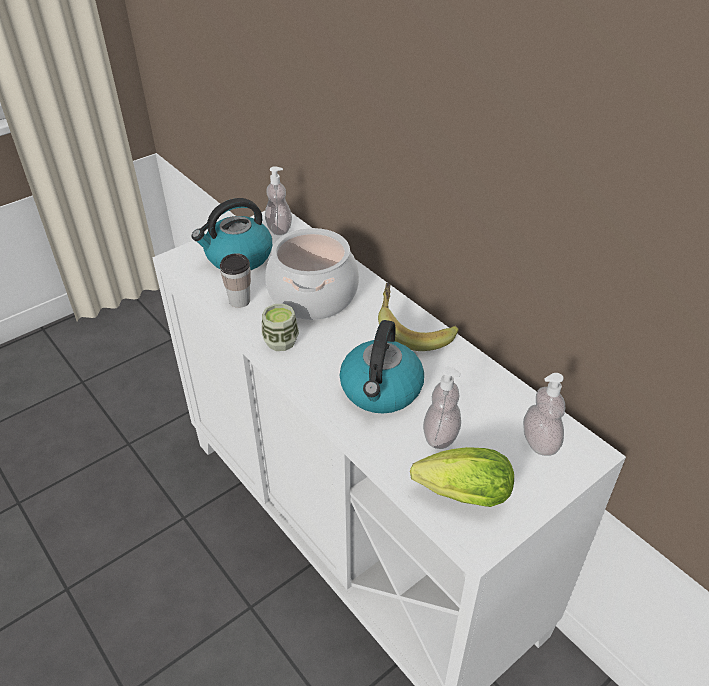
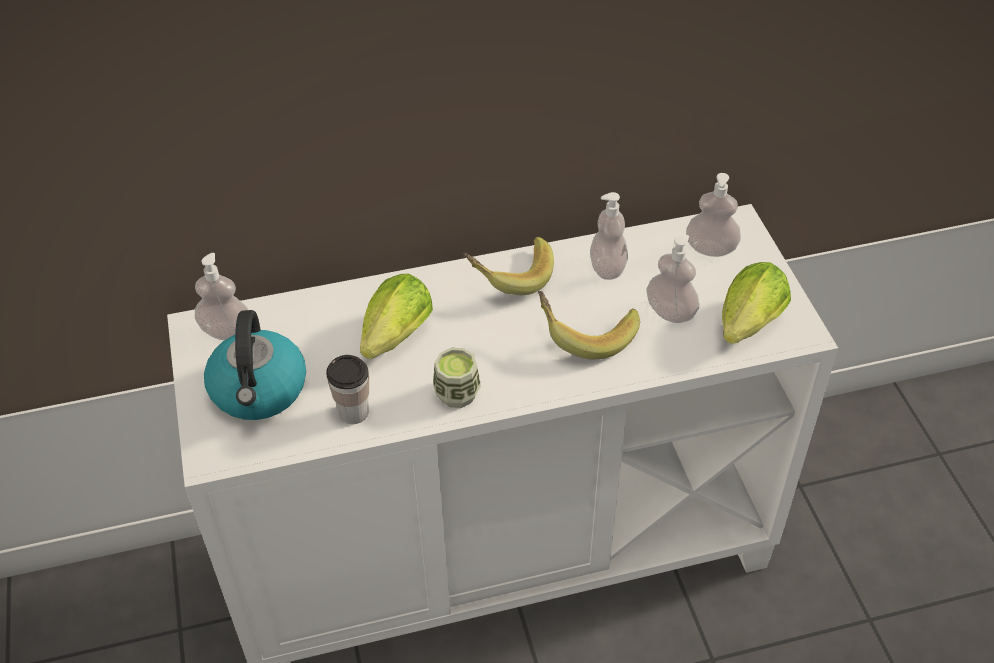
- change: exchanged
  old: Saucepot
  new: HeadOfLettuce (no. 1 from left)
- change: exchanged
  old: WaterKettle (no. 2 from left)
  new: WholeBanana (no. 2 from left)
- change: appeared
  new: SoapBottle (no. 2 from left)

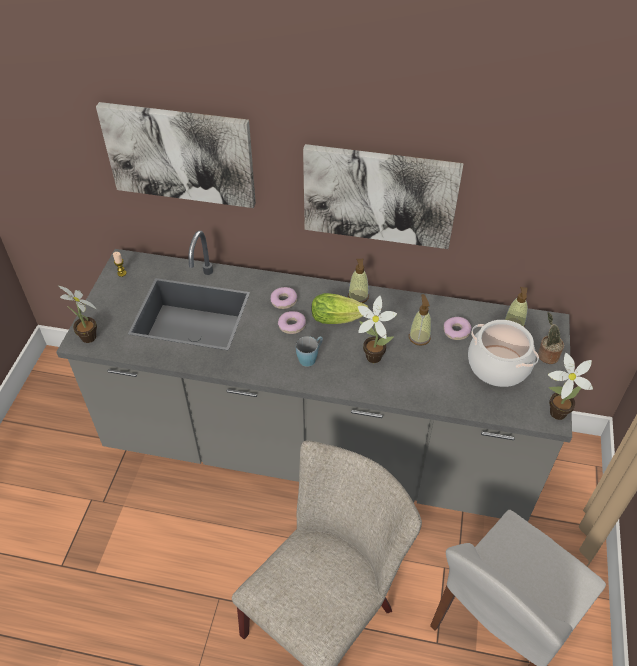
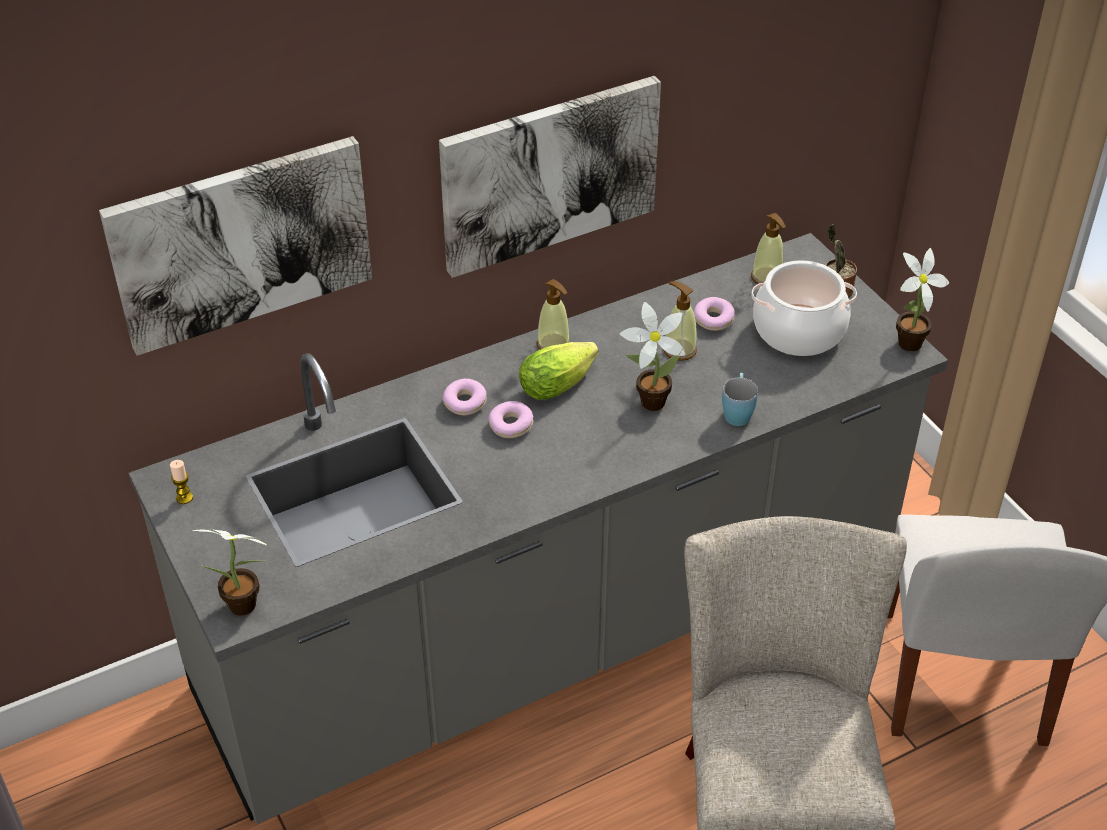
- change: relocated
  old: BlueColouredCoffeeMug

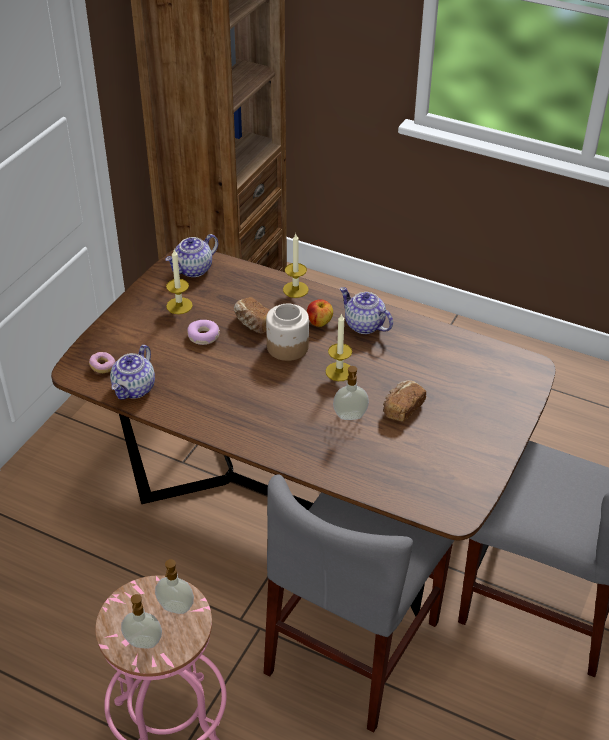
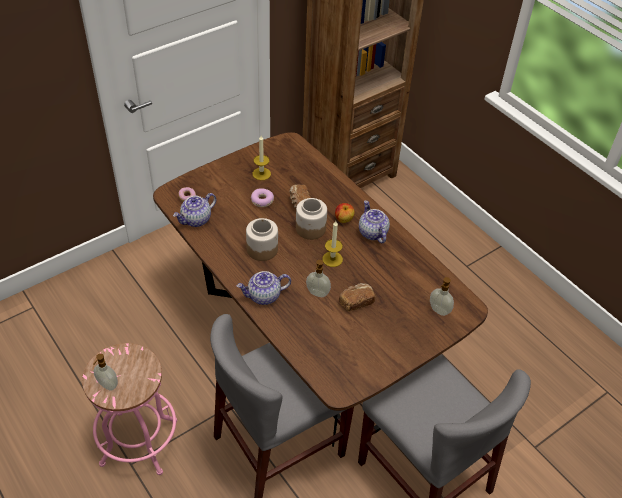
- change: relocated
  old: TeaPot (no. 2 from left)
- change: appeared
  new: PreserveJar (no. 1 from left)
- change: relocated
  old: SoapBottle (no. 2 from left in the first image)
  new: SoapBottle (no. 3 from left)
- change: missing
  old: WaxCandle (no. 2 from left)

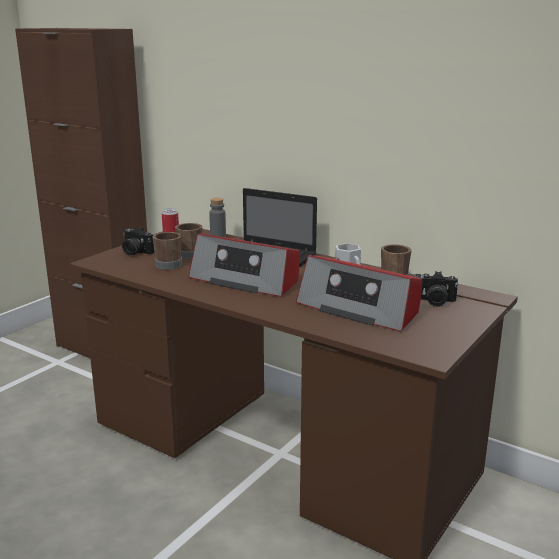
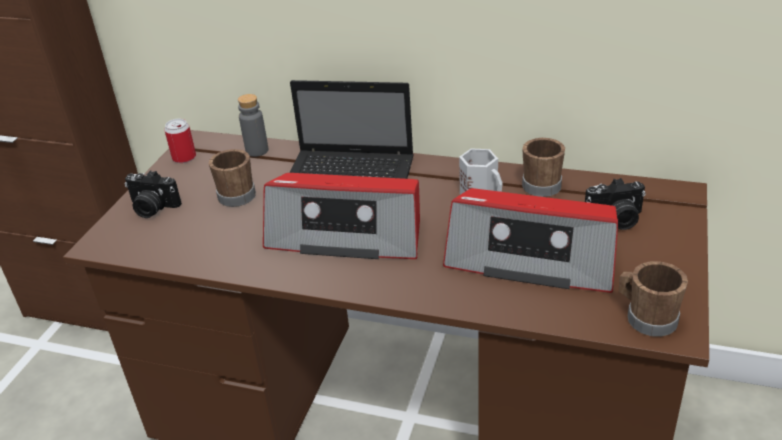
- change: relocated
  old: BrownCoffeeMug (no. 1 from left in the first image)
  new: BrownCoffeeMug (no. 3 from left)

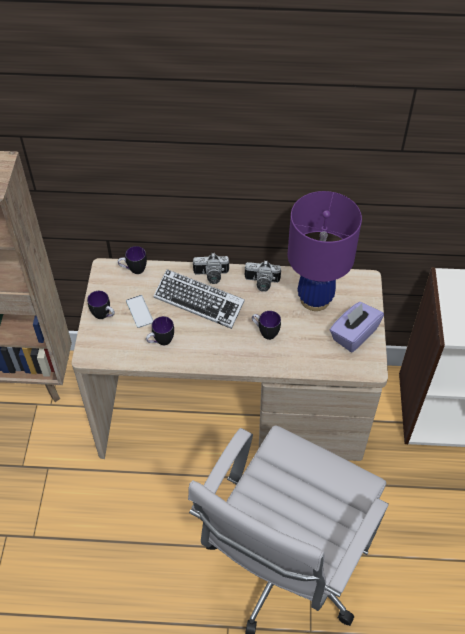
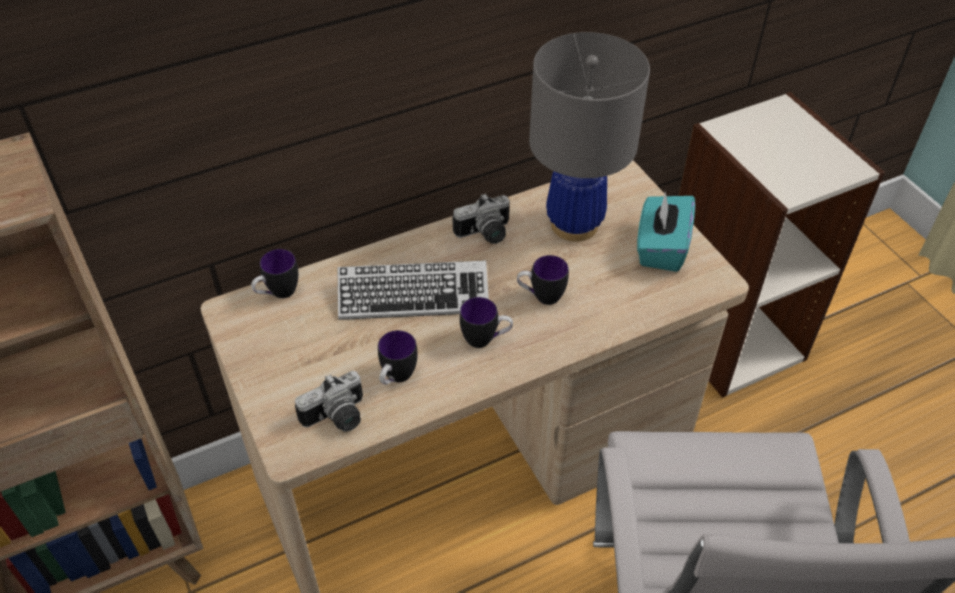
- change: relocated
  old: PhotoCamera (no. 1 from left)
- change: relocated
  old: CoffeeMug (no. 1 from left in the first image)
  new: CoffeeMug (no. 3 from left)
- change: colour
  old: PurplishLampForATable
  new: GreyLampForATable
- change: colour
  old: PurplishTissueBox
  new: BlueGreenTissueBox
- change: missing
  old: Phone

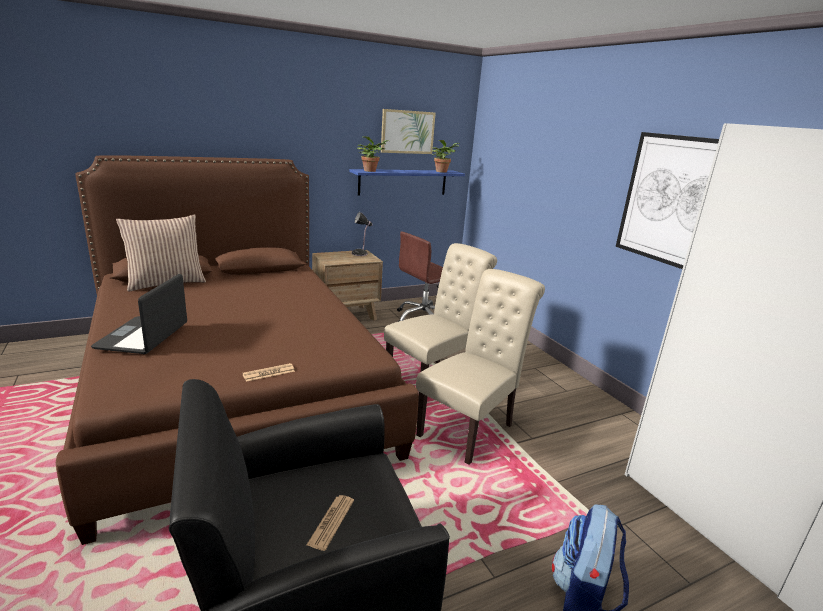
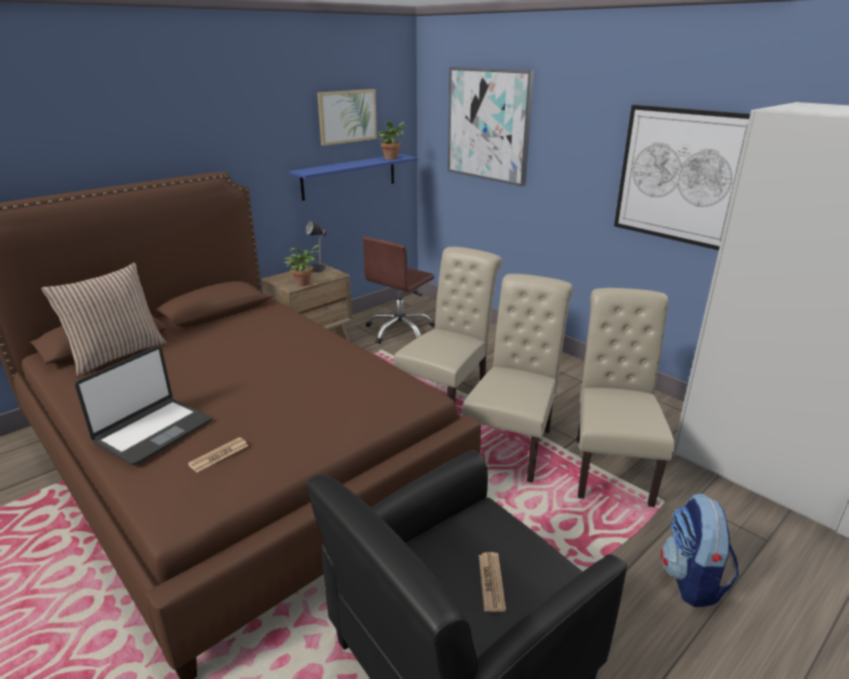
- change: spun
  old: PortableComputer
  degrees: -135
- change: relocated
  old: PrintedPaper (no. 1 from left)
- change: relocated
  old: Houseplant (no. 1 from left)
- change: appeared
  new: WallArt (no. 2 from left)
- change: appeared
  new: SandColouredPlainChair (no. 3 from left)

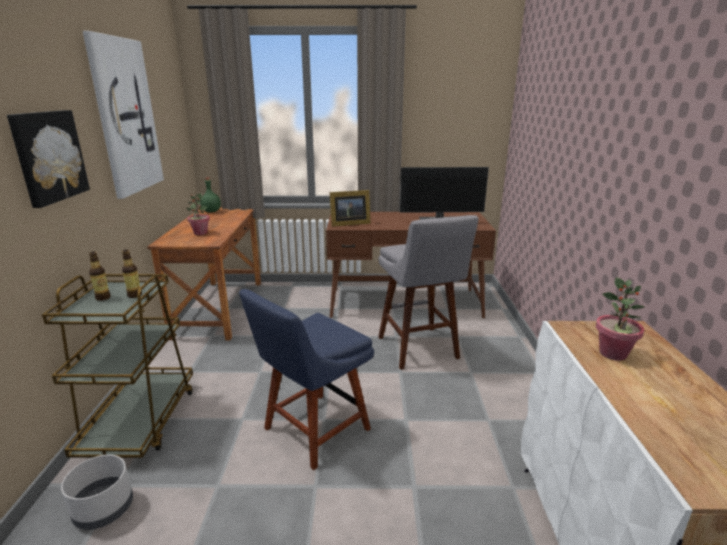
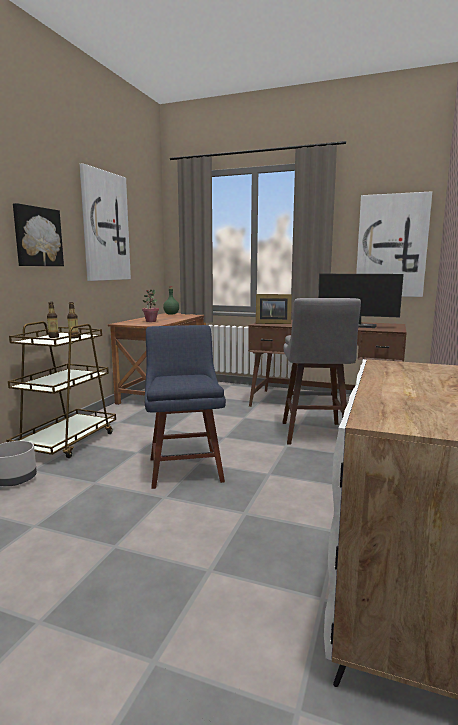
- change: spun
  old: BlueColouredPlainChair
  degrees: 105
- change: appeared
  new: WallArt (no. 3 from left)
- change: missing
  old: Houseplant (no. 2 from left)

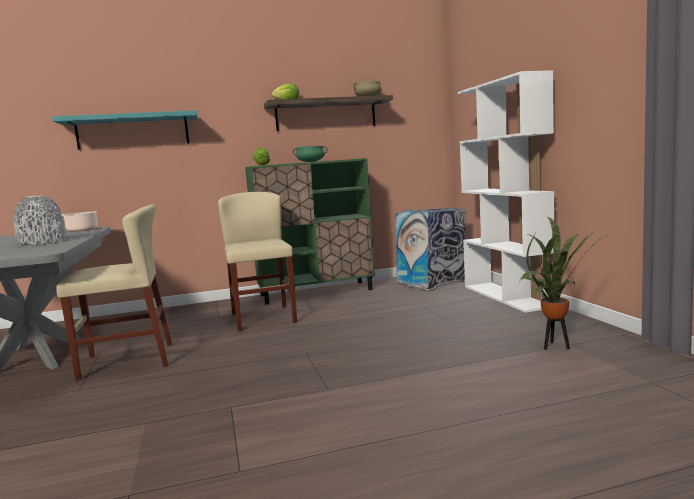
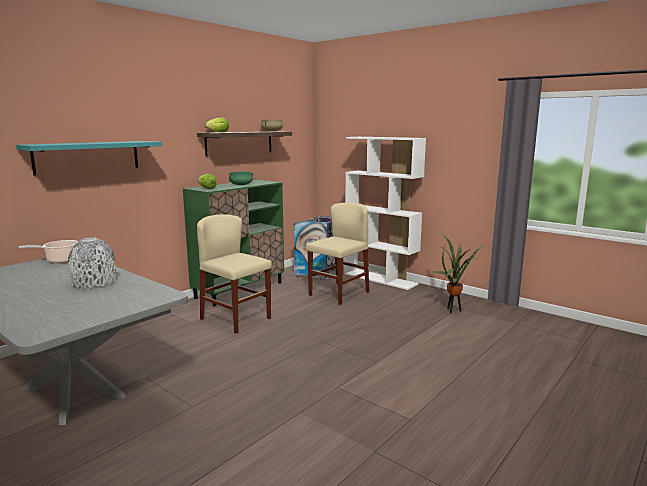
- change: relocated
  old: SandColouredPlainChair (no. 1 from left in the first image)
  new: SandColouredPlainChair (no. 2 from left)

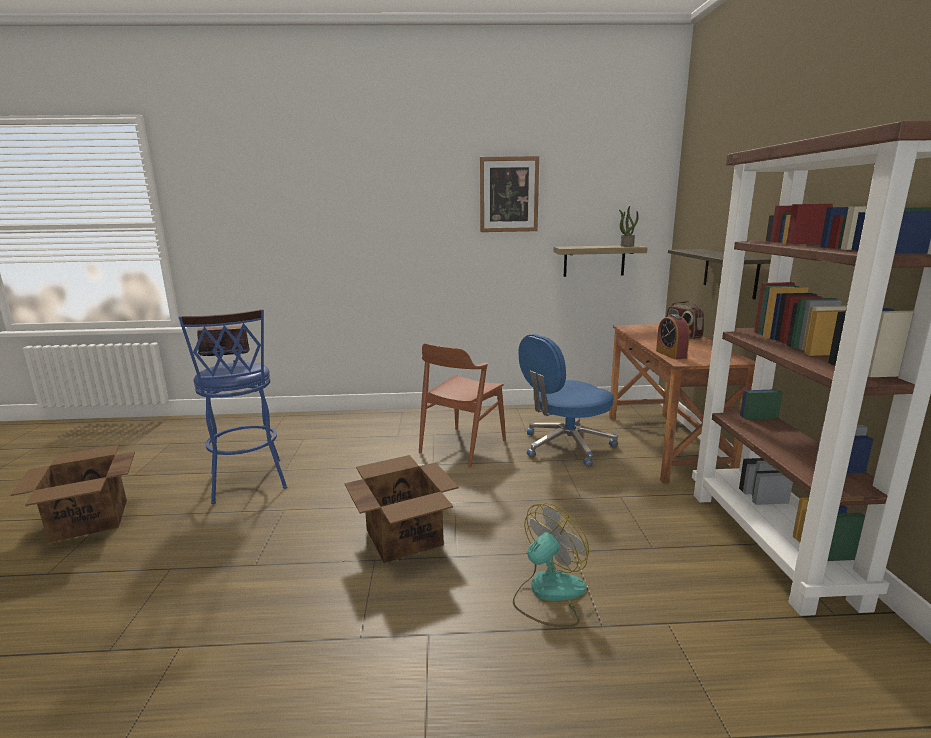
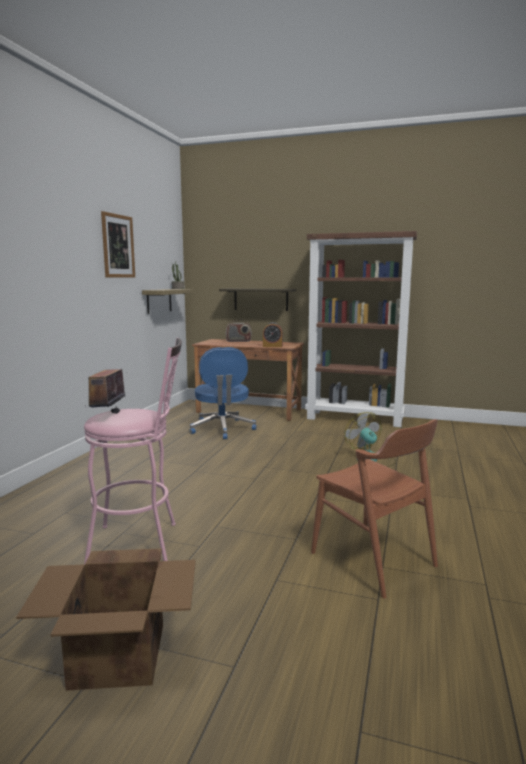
- change: colour
  old: BlueColouredStoolSeat
  new: PinkishStoolSeat
- change: relocated
  old: BrownPlainChair
- change: missing
  old: PackingBox (no. 2 from left)

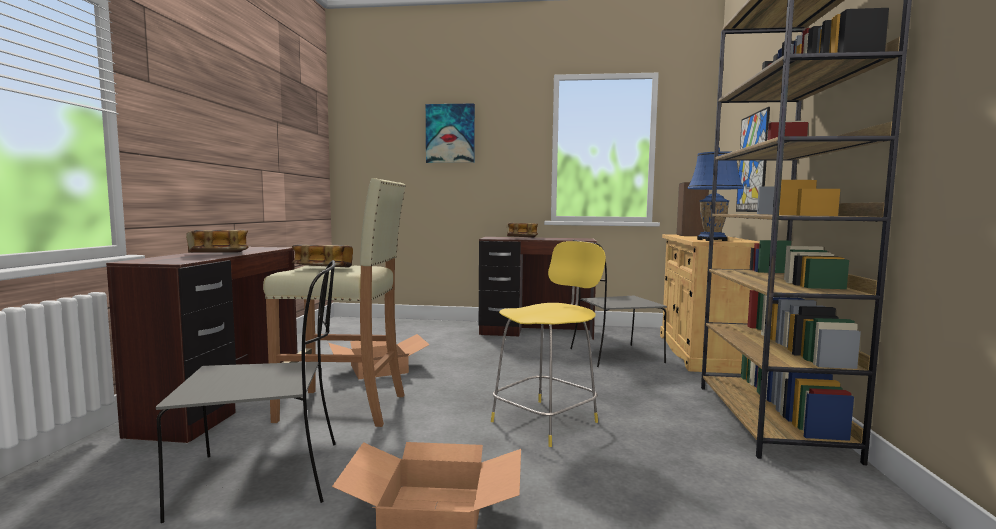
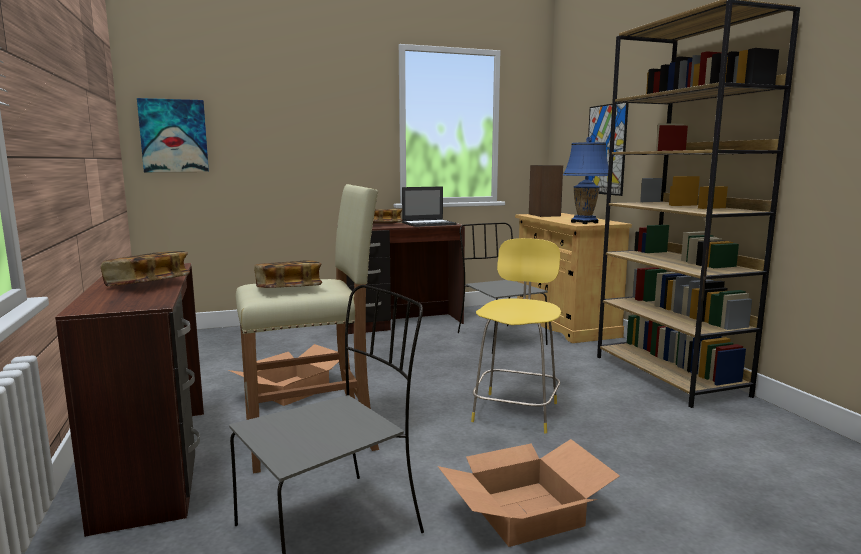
- change: relocated
  old: WallArt (no. 1 from left)
- change: appeared
  new: PortableComputer
- change: spun
  old: GreyPlainChair (no. 2 from left)
  degrees: 105

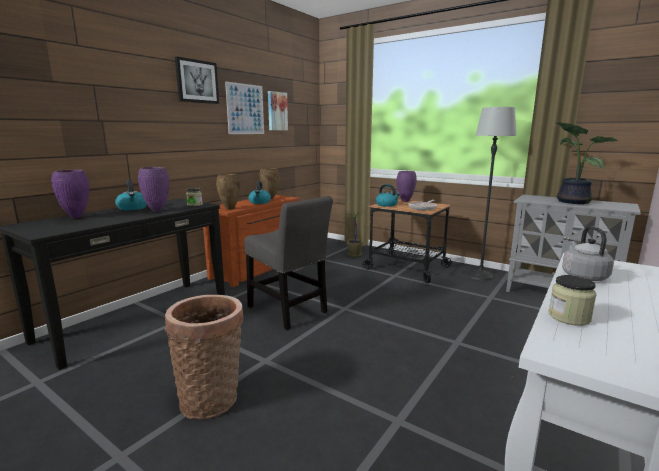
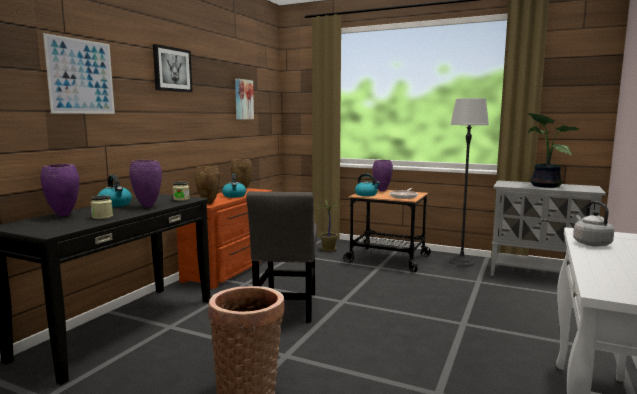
- change: relocated
  old: WallArt (no. 2 from left in the first image)
  new: WallArt (no. 1 from left)
- change: relocated
  old: PreserveJar (no. 2 from left in the first image)
  new: PreserveJar (no. 1 from left)
- change: spun
  old: GreyPlainChair
  degrees: 60

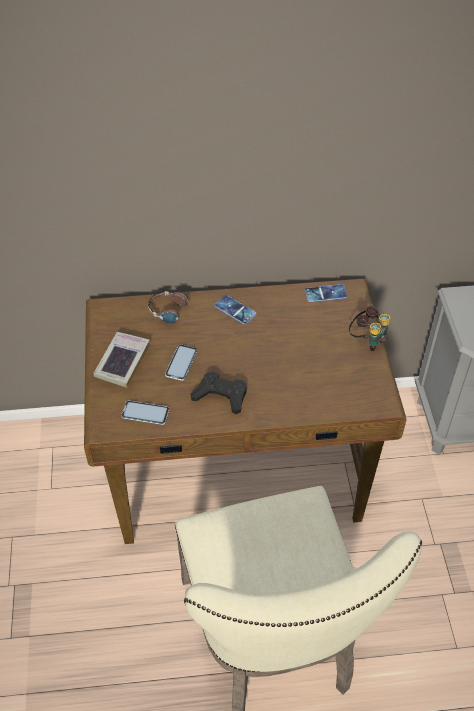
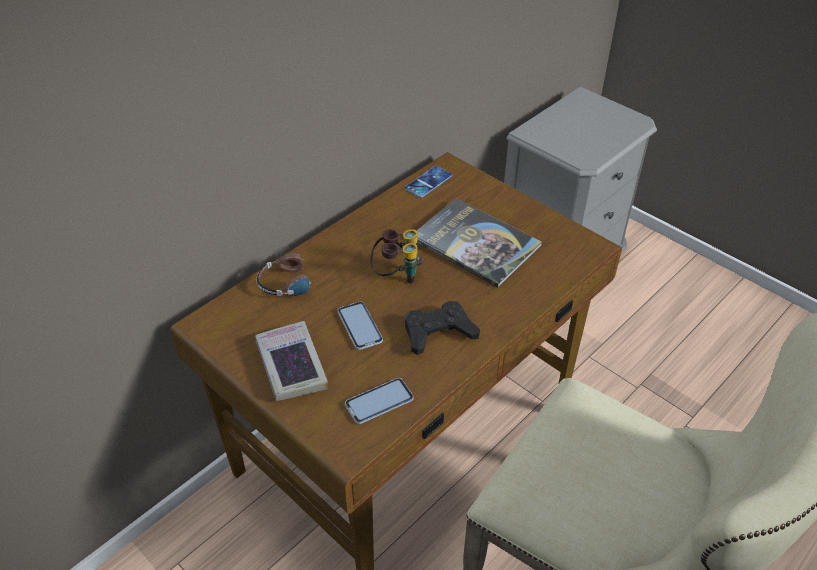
- change: relocated
  old: FieldGlasses
- change: appeared
  new: BoundBook (no. 2 from left)
- change: missing
  old: Phone (no. 3 from left)

